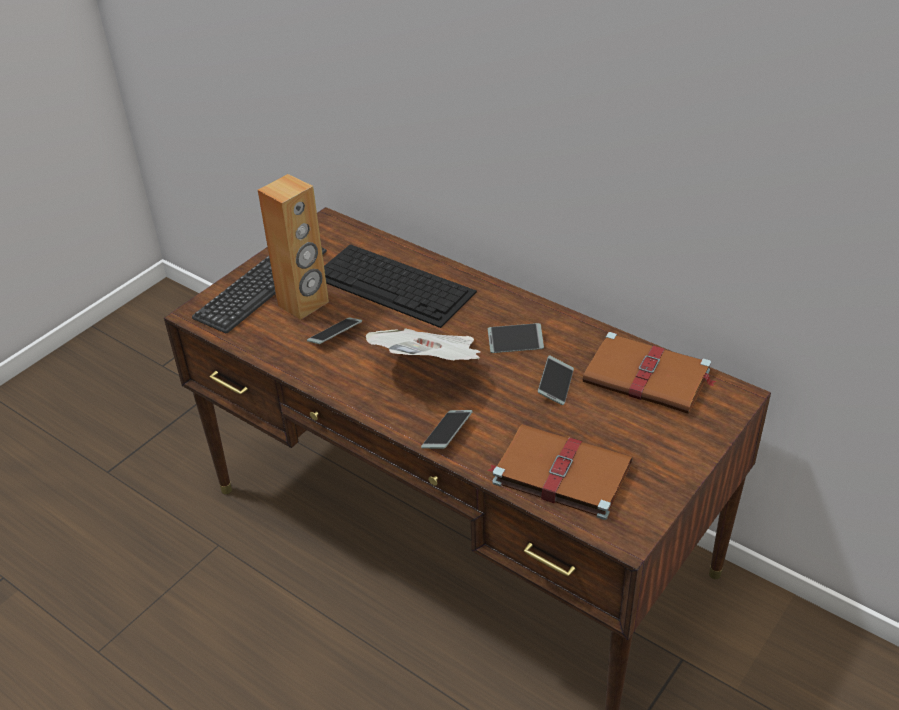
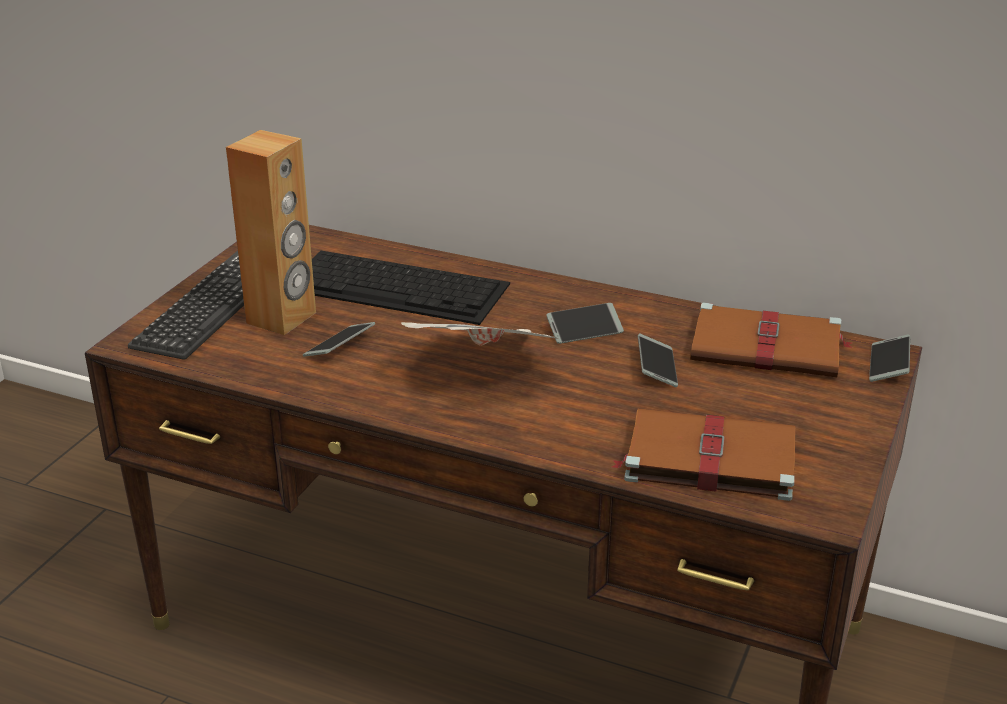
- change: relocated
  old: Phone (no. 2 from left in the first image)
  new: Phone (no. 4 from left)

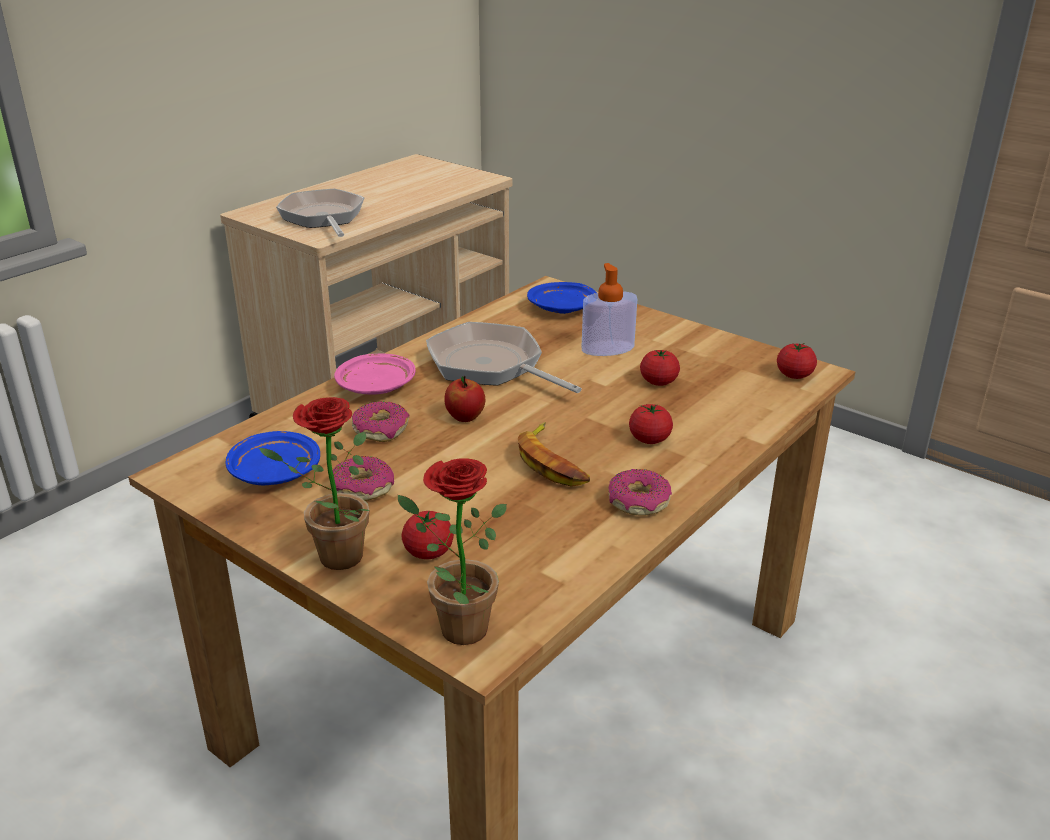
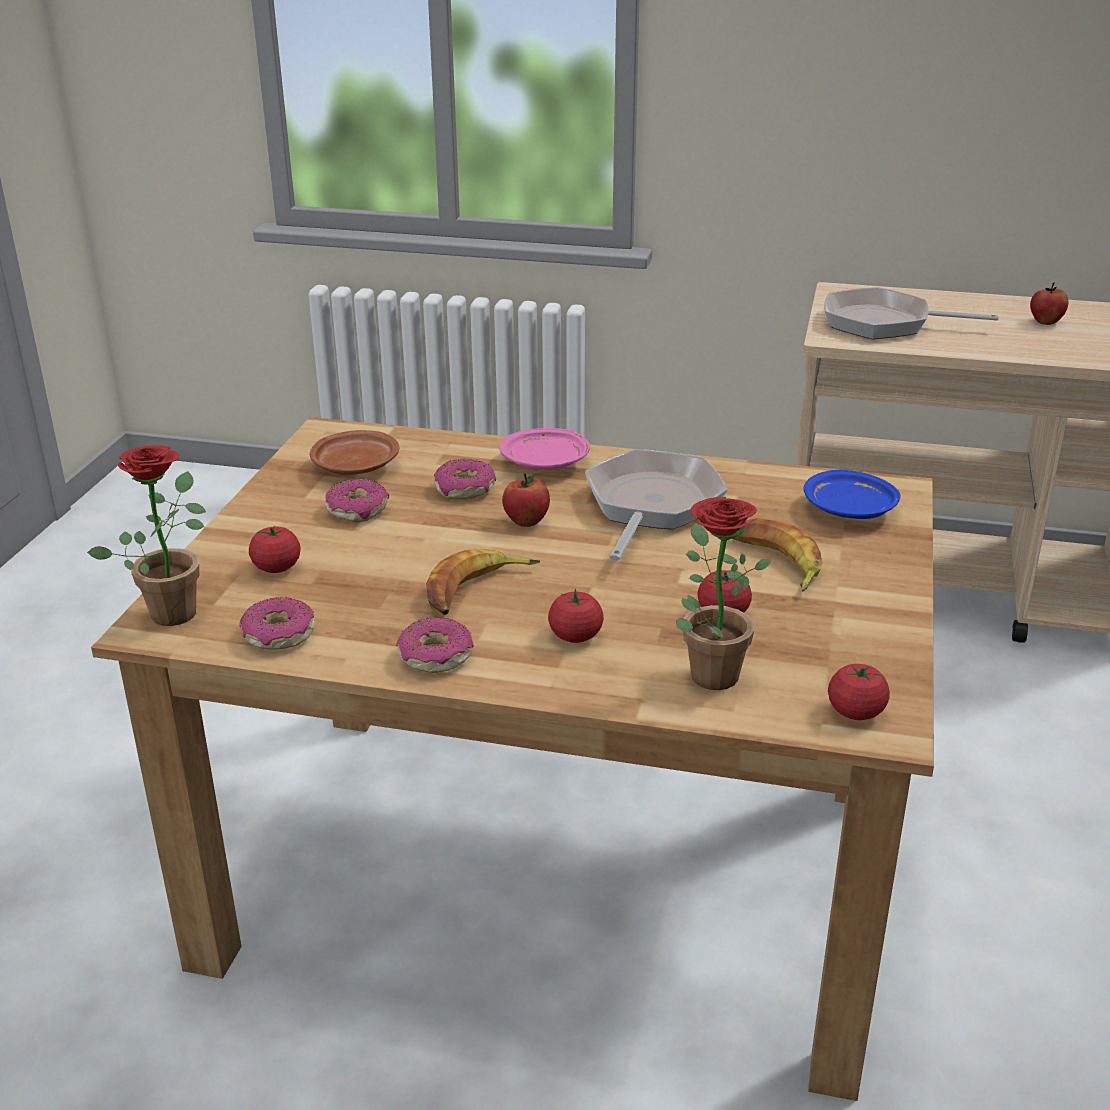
- change: appeared
  new: Donut (no. 1 from left)
- change: colour
  old: BlueColouredPlate (no. 1 from left)
  new: BrownPlate
- change: relocated
  old: Houseplant (no. 1 from left in the first image)
  new: Houseplant (no. 2 from left)
- change: exchanged
  old: SoapBottle
  new: WholeBanana (no. 2 from left)
- change: spun
  old: Pan (no. 1 from left in the first image)
  degrees: -120
- change: appeared
  new: WholeApple (no. 2 from left)

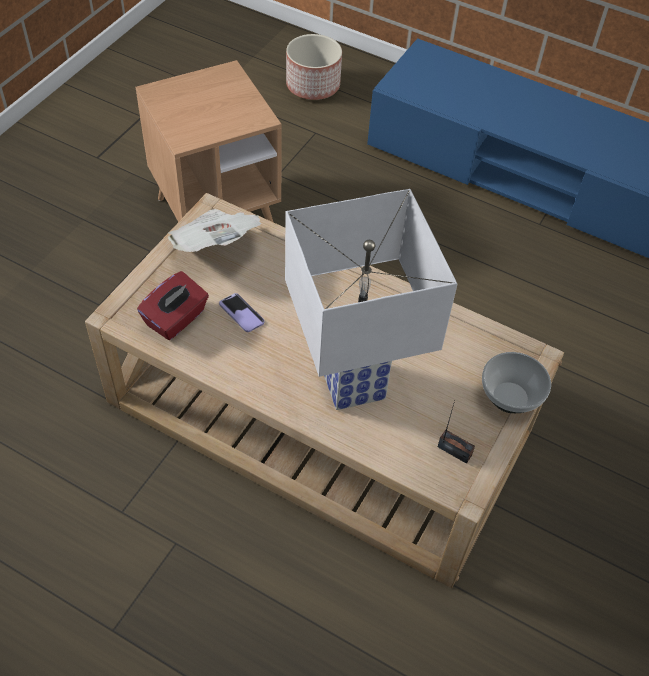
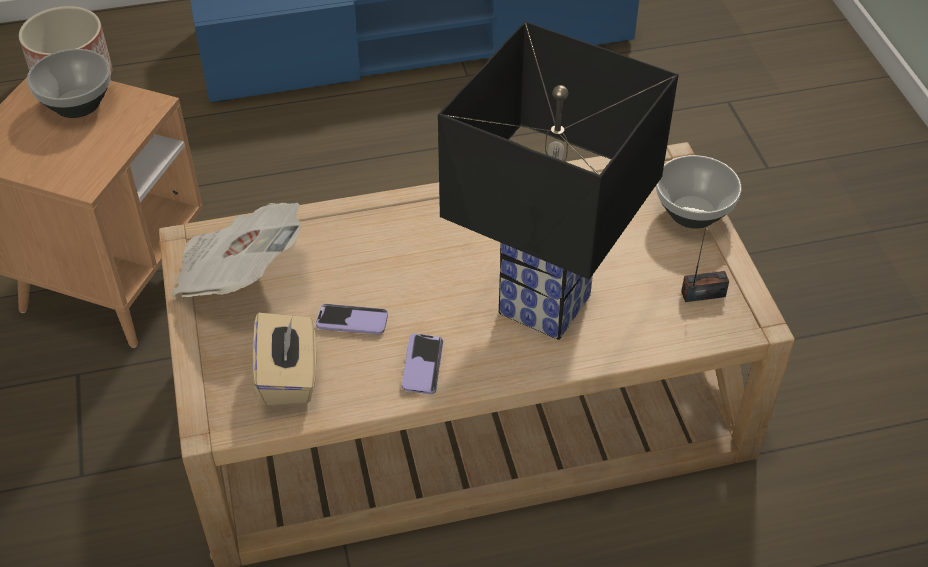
- change: appeared
  new: DeepDish (no. 1 from left)
- change: colour
  old: RedColouredTissueBox
  new: SandColouredTissueBox
- change: appeared
  new: Phone (no. 2 from left)
- change: colour
  old: WhiteLampForATable
  new: BlackishLampForATable

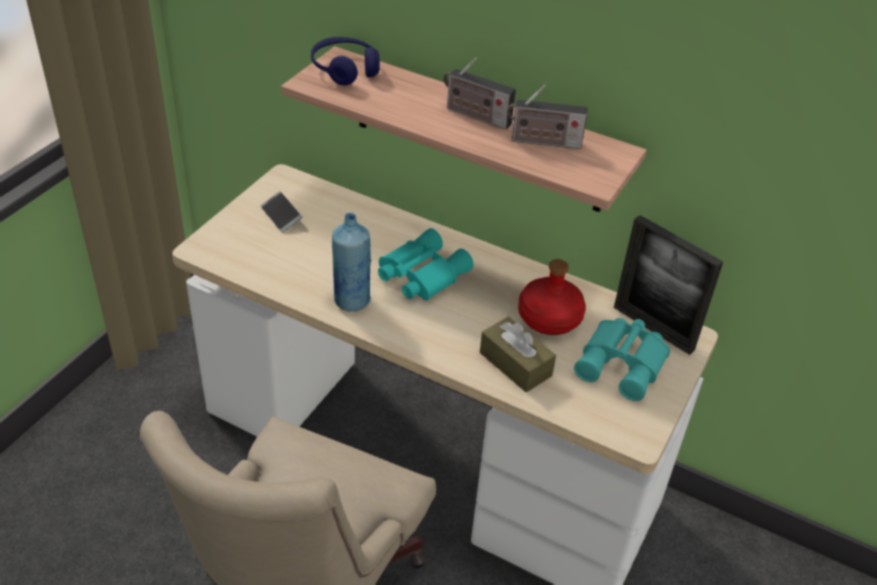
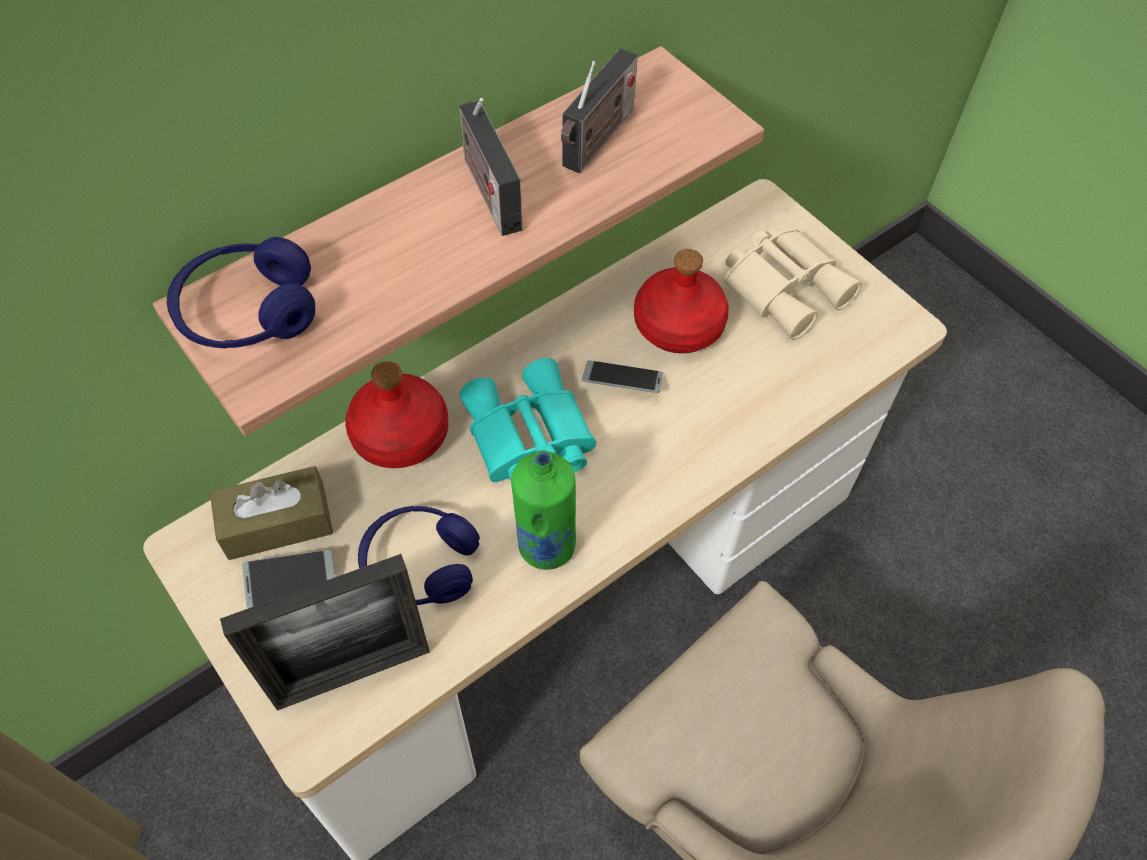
- change: relocated
  old: BrownTissueBox
- change: relocated
  old: PhotoFrame
- change: appeared
  new: RedColouredBottle (no. 1 from left)
- change: appeared
  new: BlueColouredHeadset (no. 2 from left)
- change: spun
  old: RadioSet (no. 1 from left)
  degrees: 105
- change: colour
  old: BlueColouredBottle
  new: GreenBottle
- change: appeared
  new: Phone (no. 2 from left)
- change: colour
  old: BlueGreenFieldGlasses (no. 2 from left)
  new: SandColouredFieldGlasses

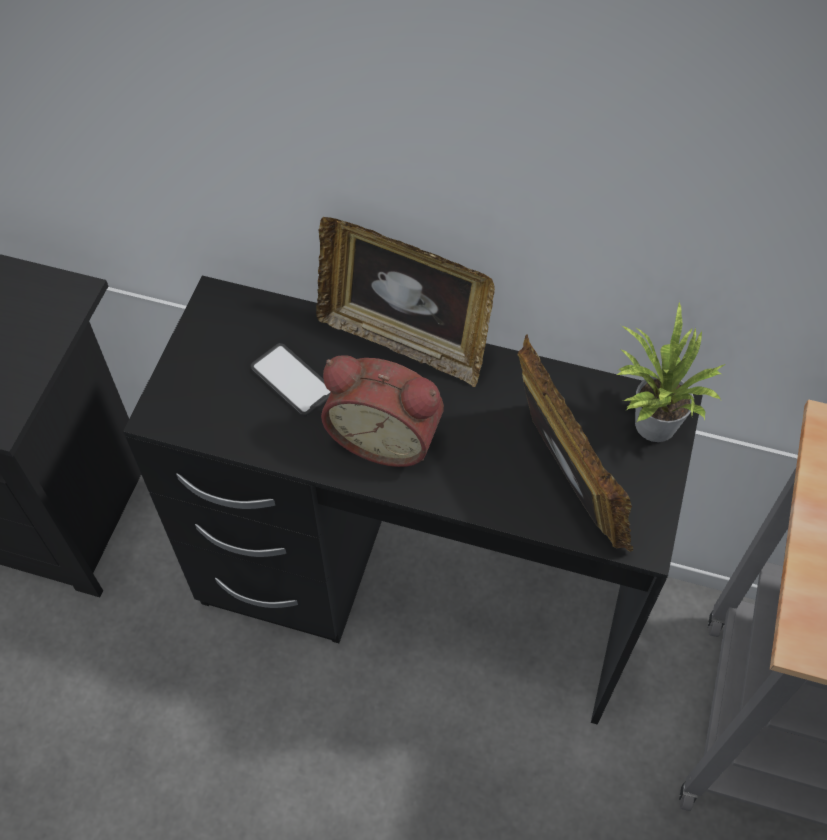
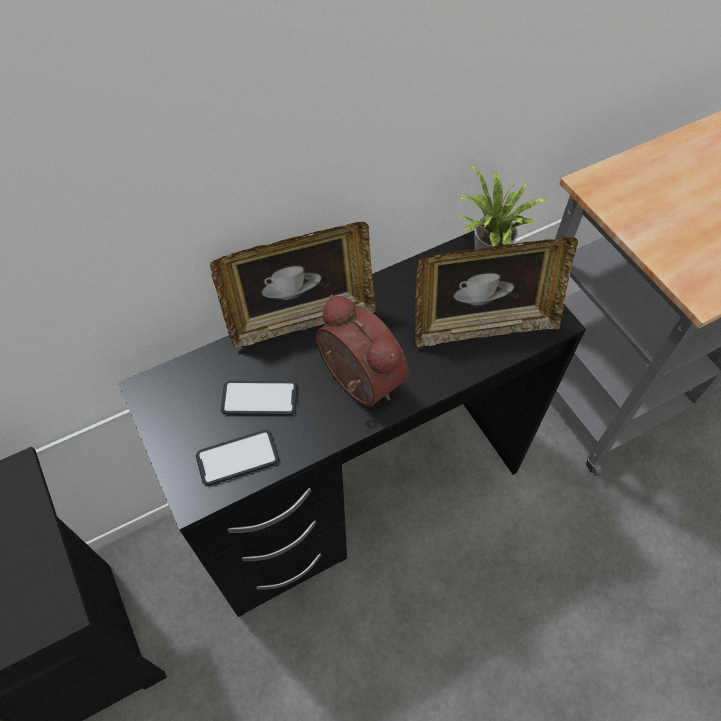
- change: appeared
  new: Phone (no. 1 from left)
- change: spun
  old: TableClock
  degrees: -105
- change: spun
  old: PhotoFrame (no. 2 from left)
  degrees: 150

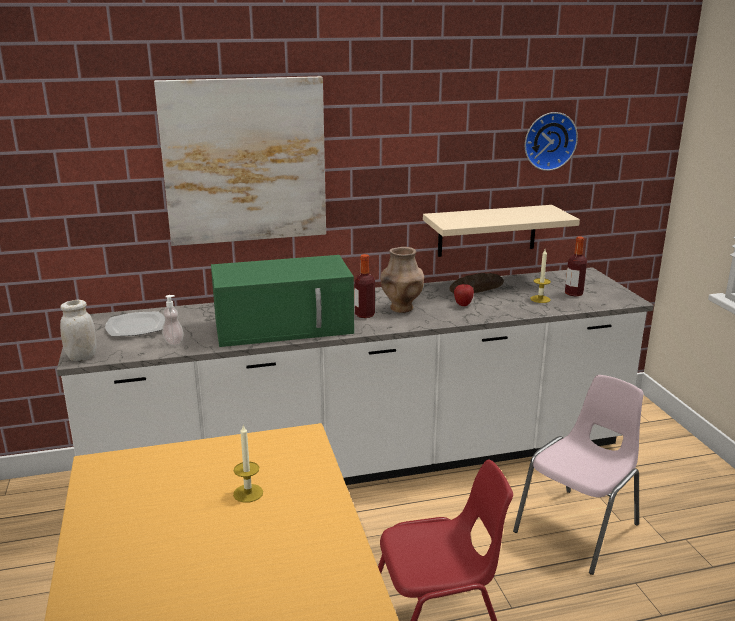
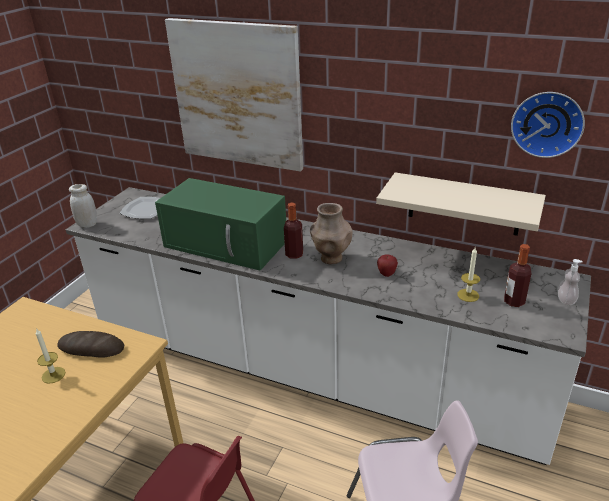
- change: relocated
  old: BakedBread
- change: relocated
  old: SoapBottle

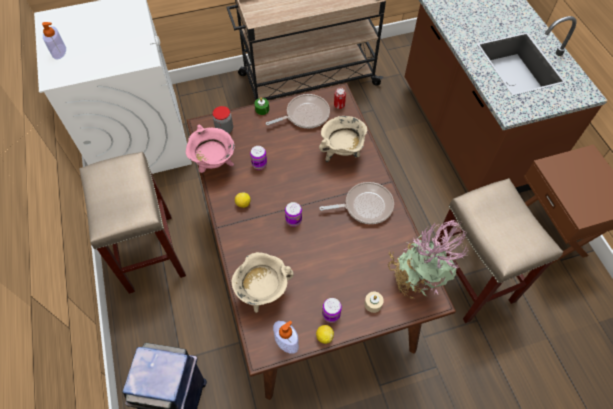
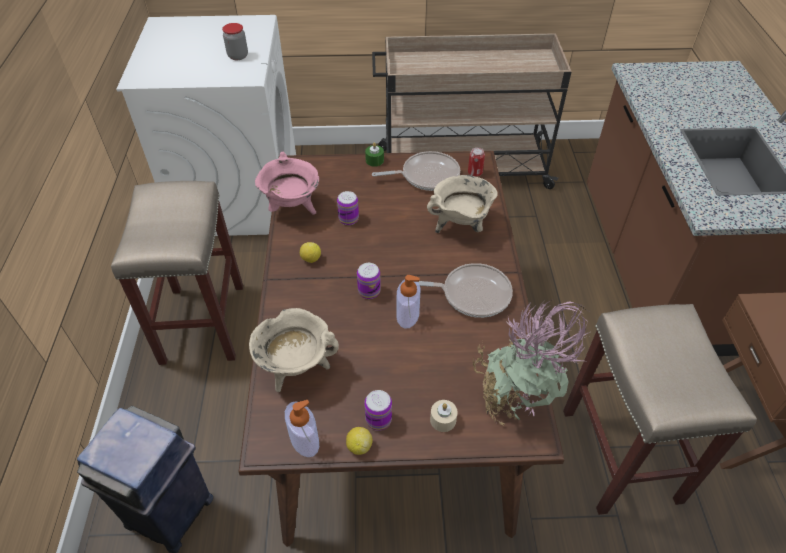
- change: relocated
  old: PreserveJar
- change: relocated
  old: SoapBottle (no. 1 from left in the first image)
  new: SoapBottle (no. 2 from left)

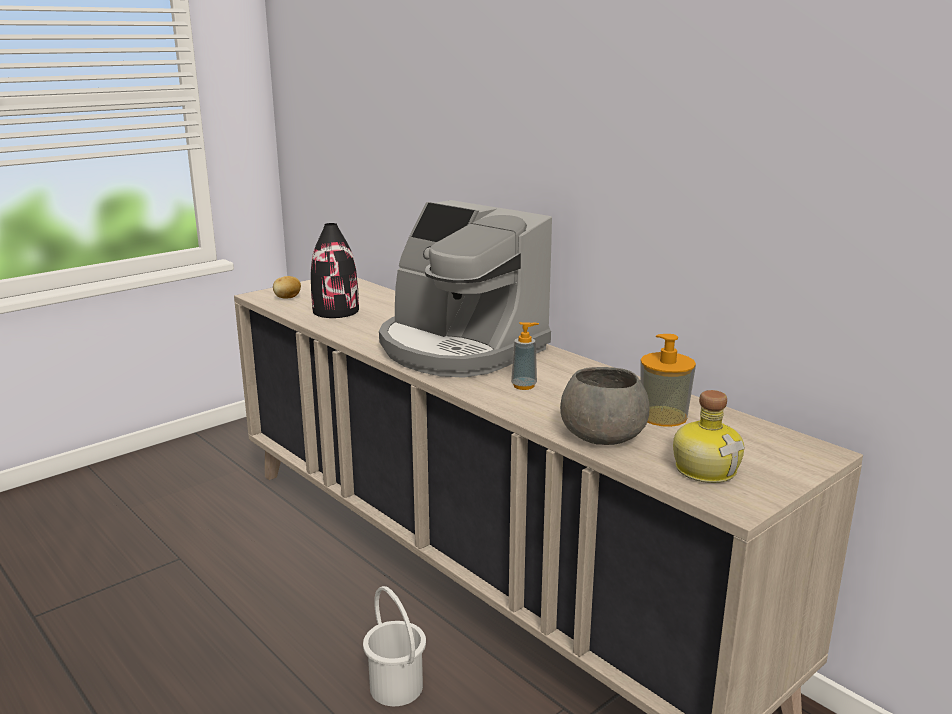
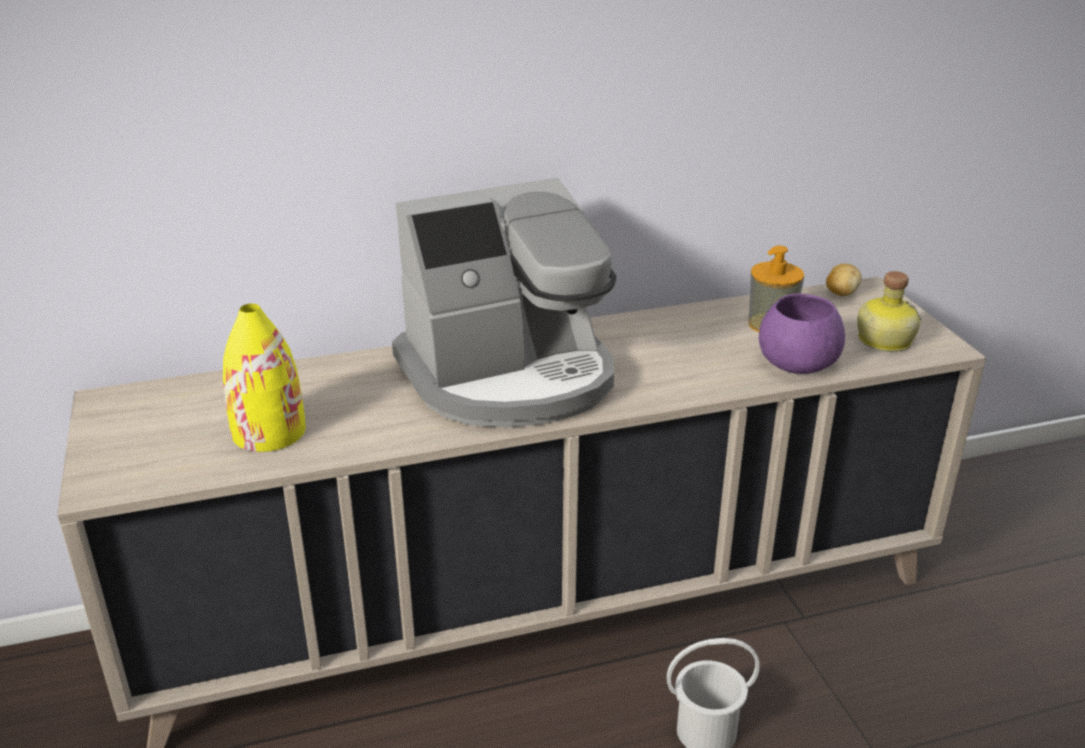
- change: colour
  old: BlackishDecorativeVase
  new: YellowishDecorativeVase
- change: colour
  old: GreyDeepDish
  new: PurplishDeepDish
- change: relocated
  old: Potato
- change: missing
  old: SoapBottle (no. 1 from left)

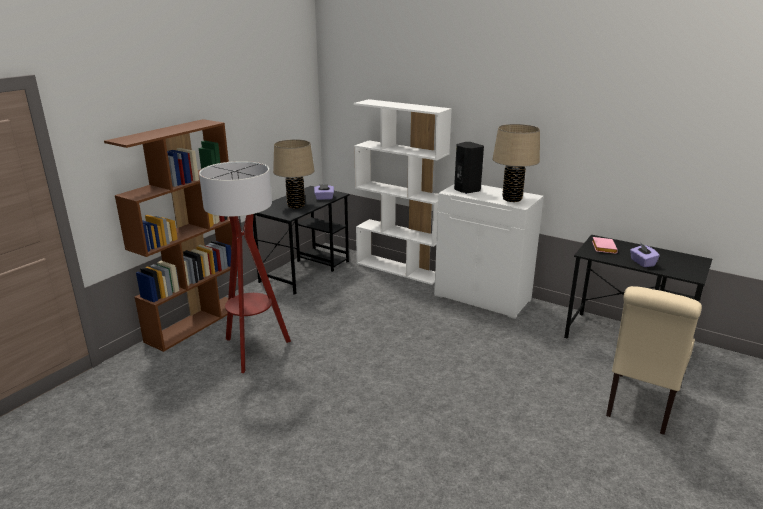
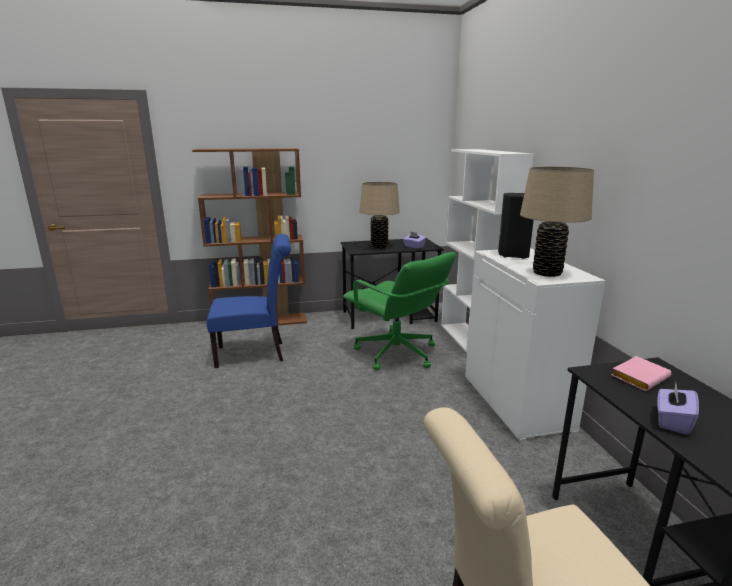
- change: exchanged
  old: FloorLamp
  new: BlueColouredPlainChair
- change: appeared
  new: GreenOfficeChair

